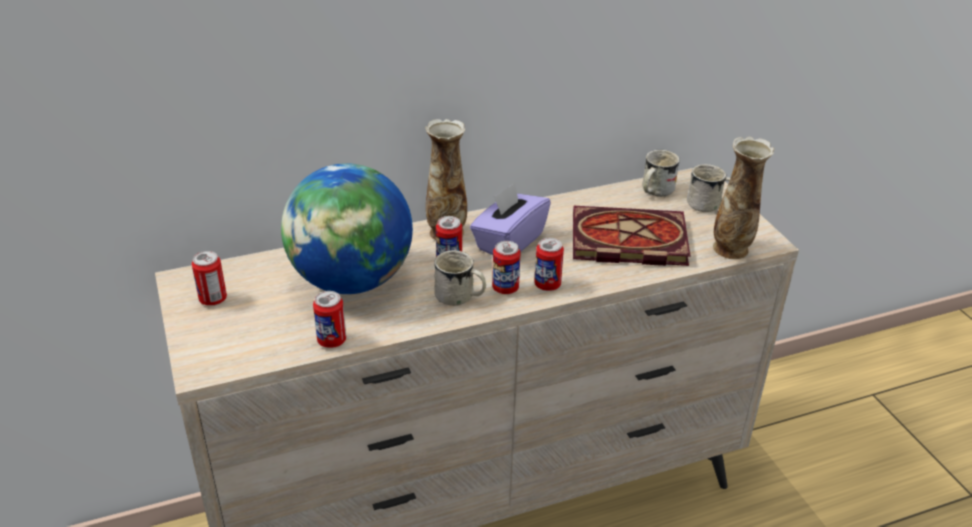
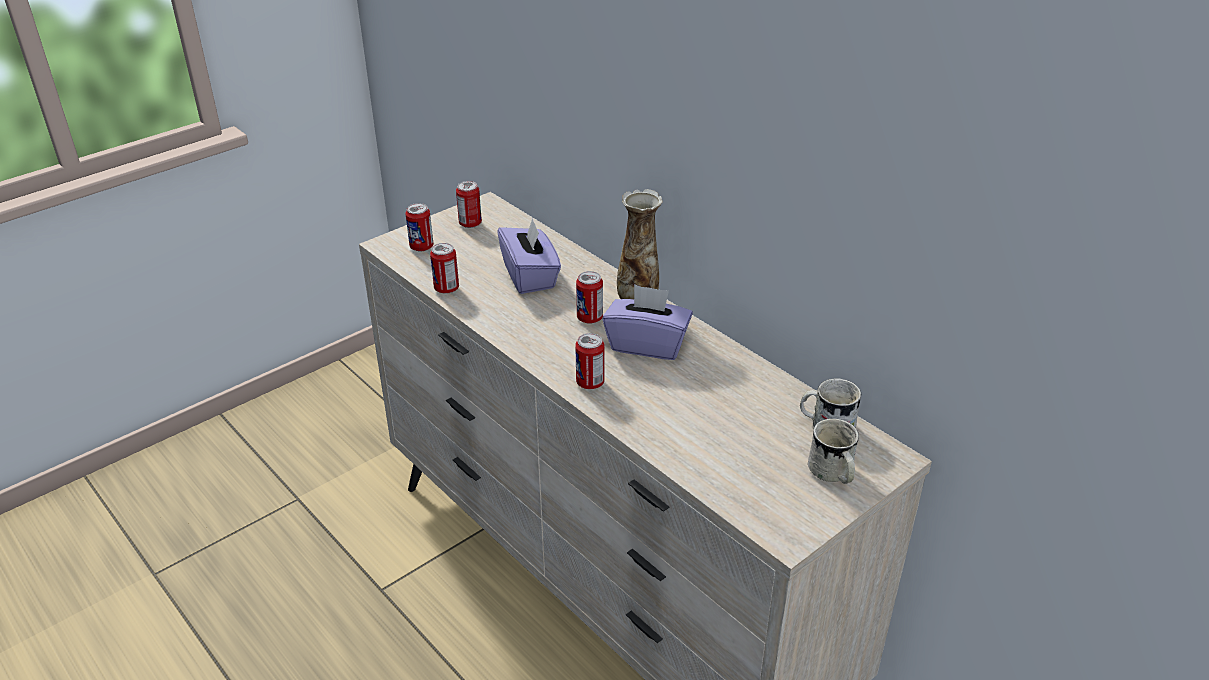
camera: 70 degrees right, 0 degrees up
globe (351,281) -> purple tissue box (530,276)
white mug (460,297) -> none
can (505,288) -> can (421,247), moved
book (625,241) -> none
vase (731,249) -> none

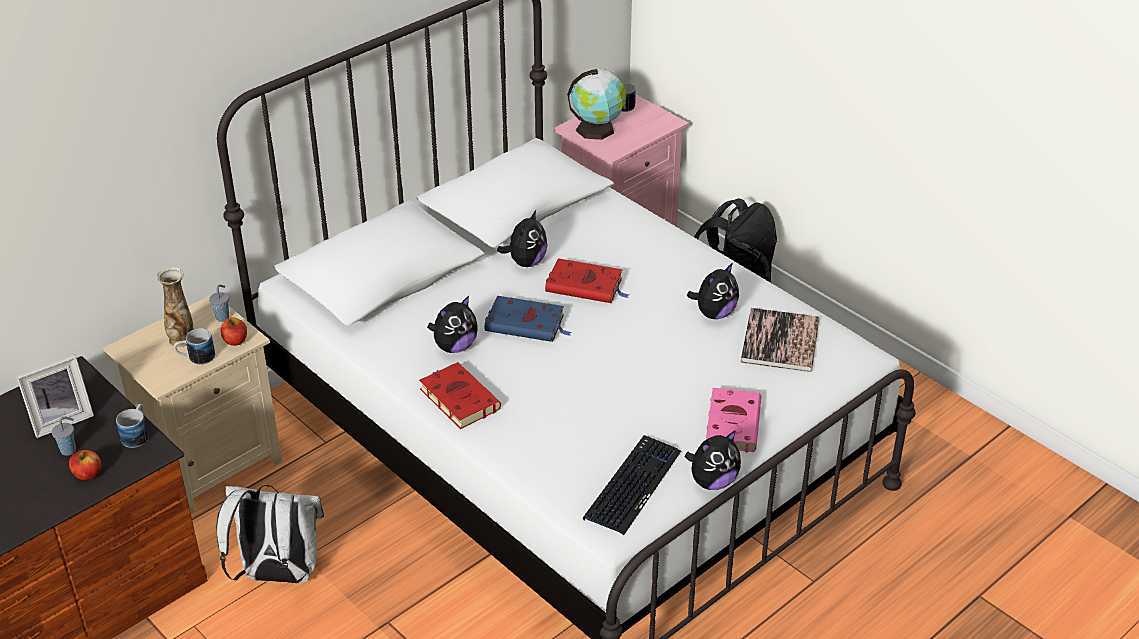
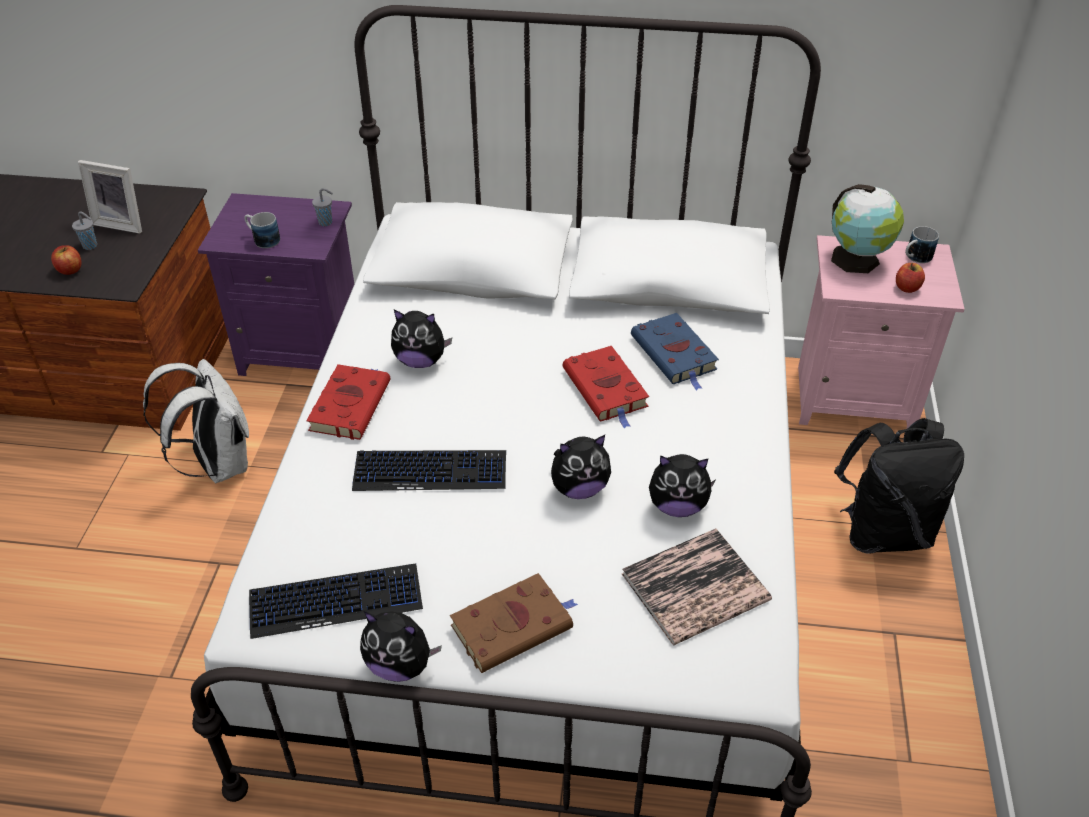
camera: 50 degrees right, 5 degrees up
beige nightstand (210,465) -> purple nightstand (303,351)
mug (137,434) -> none
vase (182,339) -> none
apple (235,341) -> apple (907,288), moved
blue book (527,324) -> blue book (675,355), moved
plush toy (526,262) -> plush toy (579,488), moved
pink book (732,422) -> brown book (514,625)
none -> keyboard (430,472)

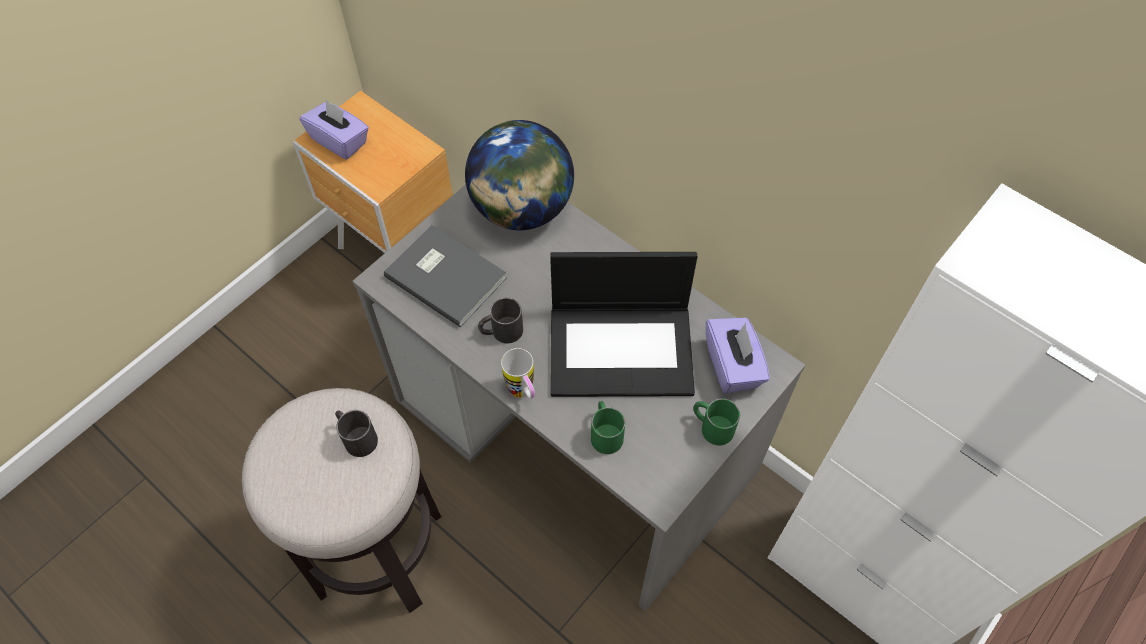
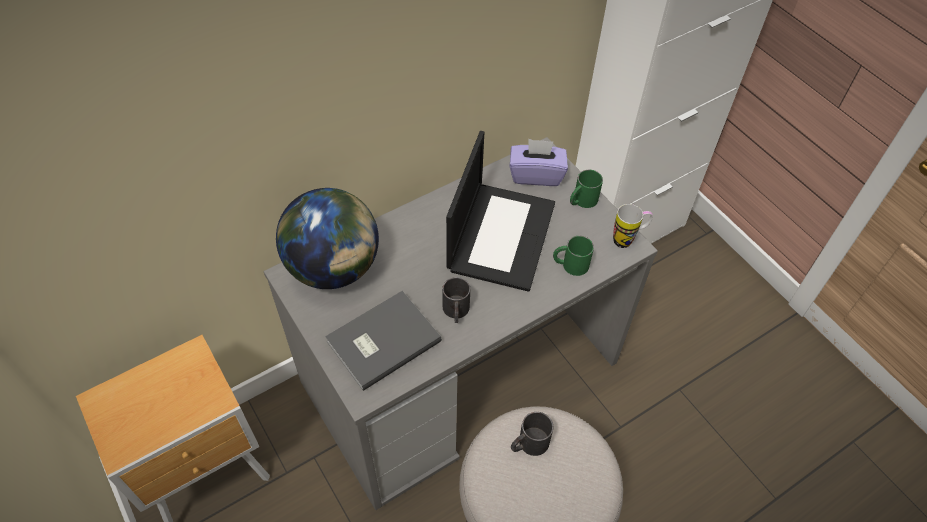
camera: 75 degrees left, 5 degrees down
purple tissue box (340,141) -> none
mug (523,394) -> mug (628,240), moved

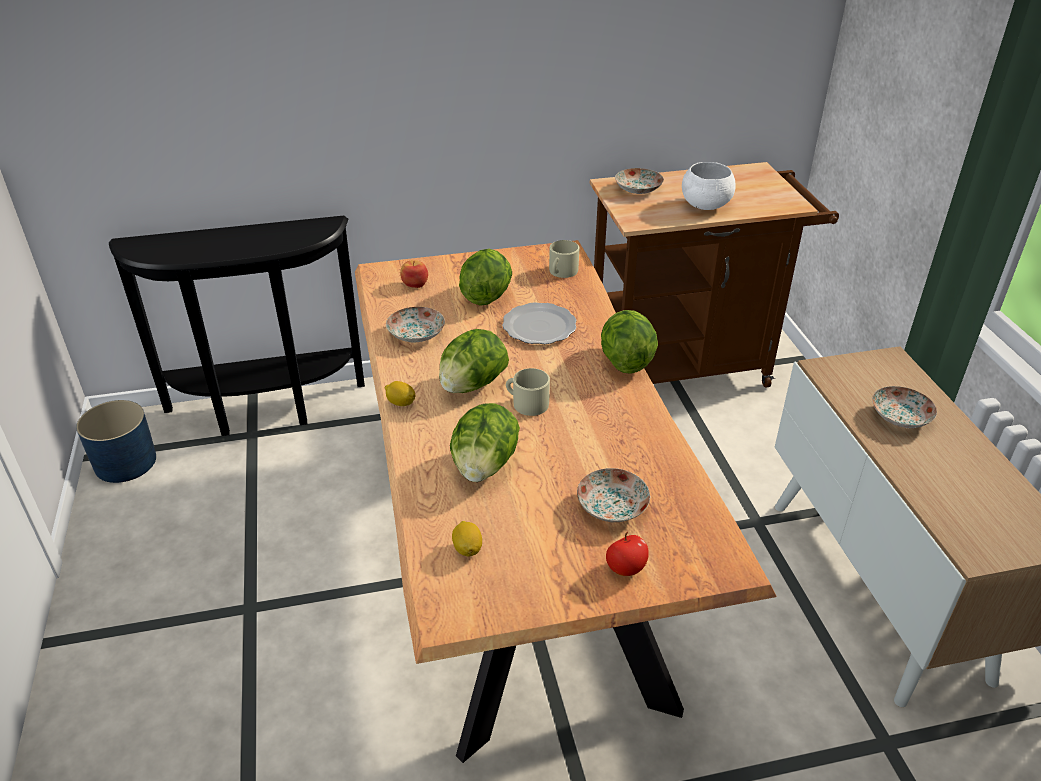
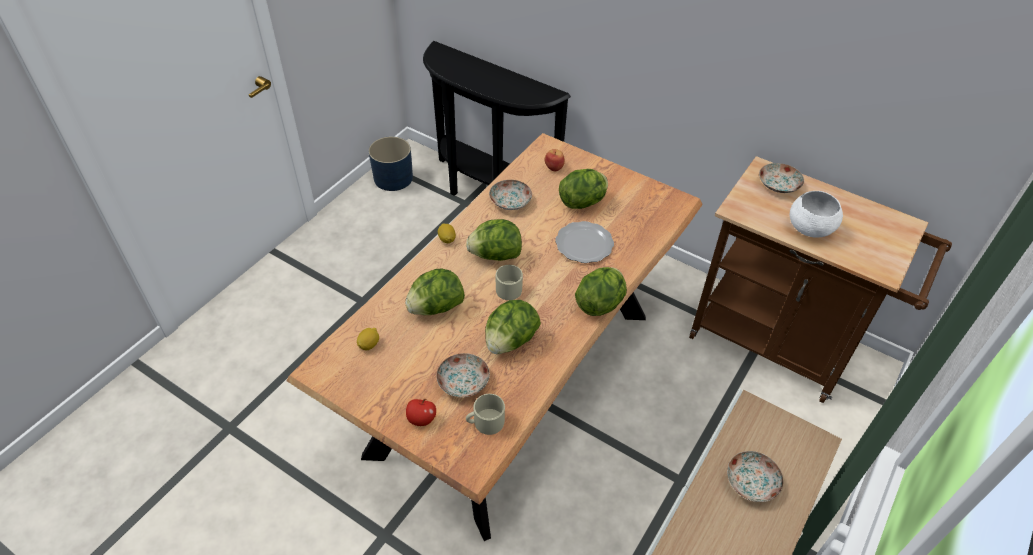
camera: 45 degrees right, 10 degrees up
beige mug (561,272) -> beige mug (485,422), moved
none -> lettuce (510,341)

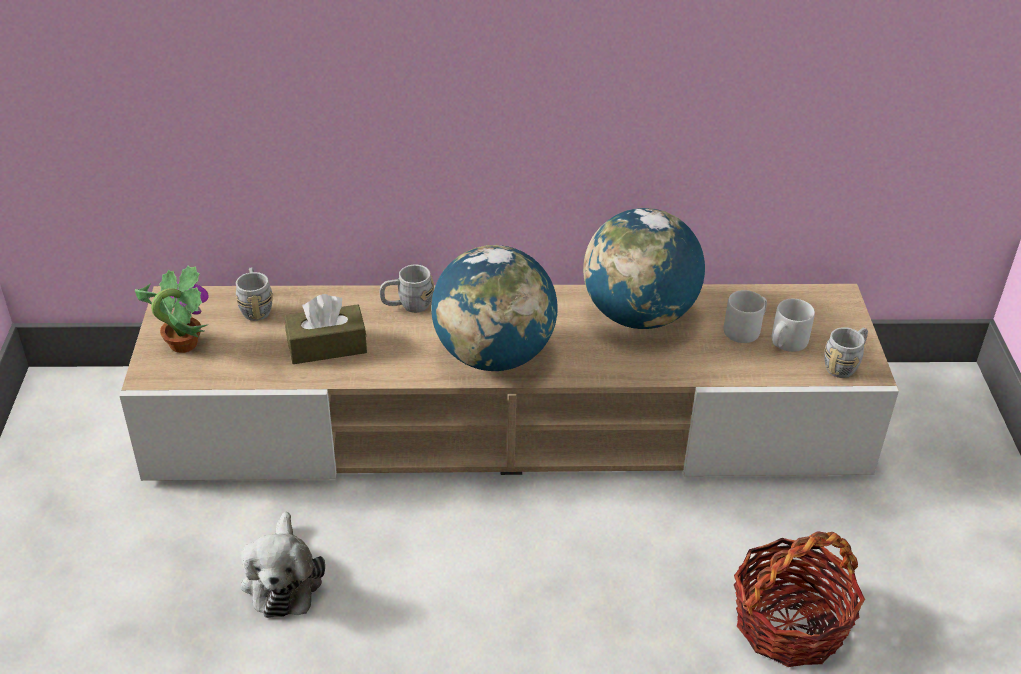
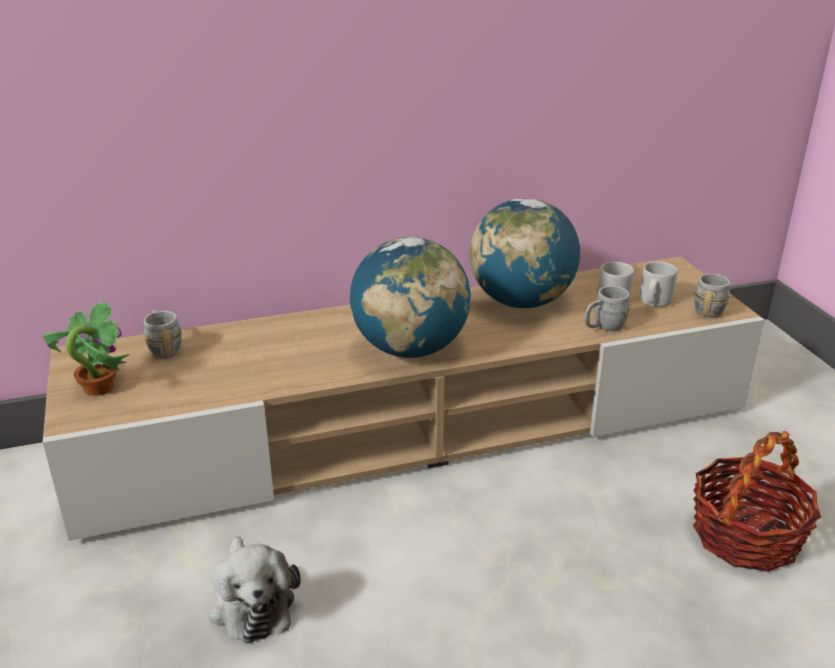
camera: 15 degrees left, 10 degrees down
brown tissue box (327,346) -> none
grey mug (407,305) -> grey mug (603,327), moved

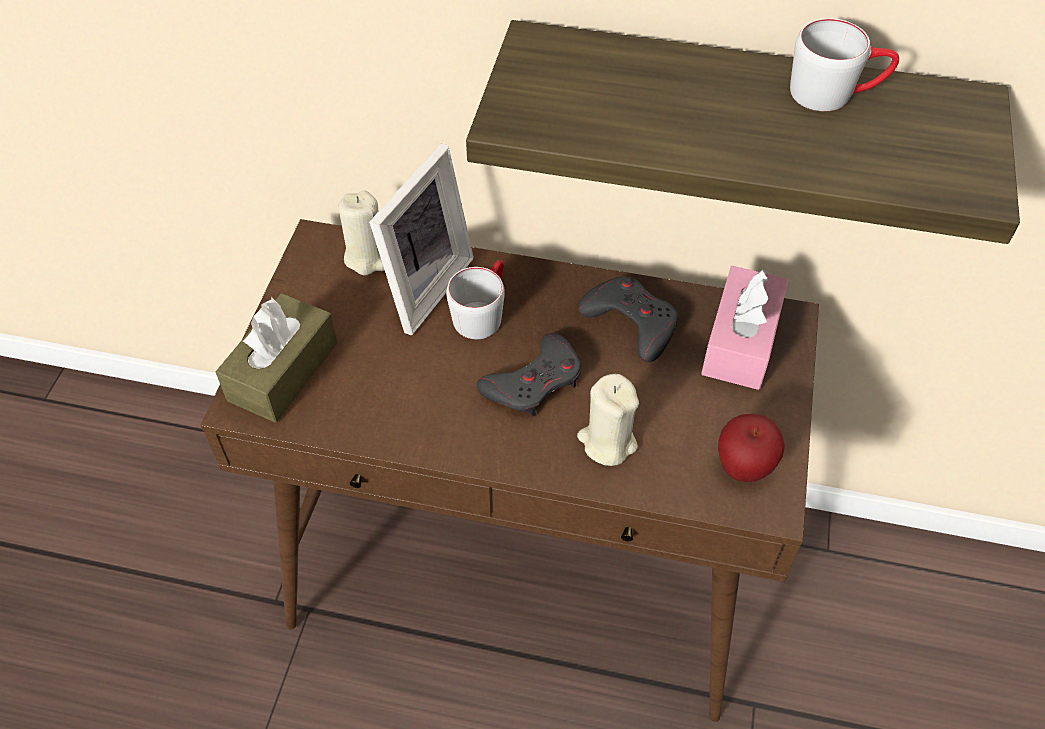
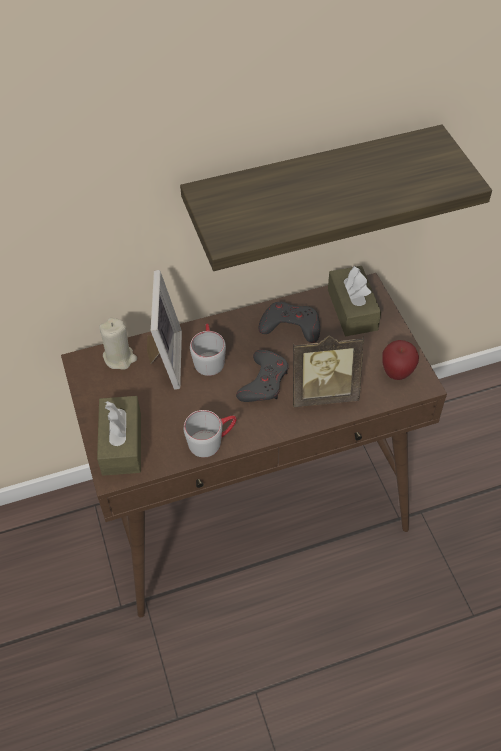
camera: 30 degrees left, 0 degrees up
beige candle (607,442) -> picture frame (323,393)
pink tissue box (741,341) -> brown tissue box (352,310)
grey mug (835,93) -> grey mug (212,440), moved

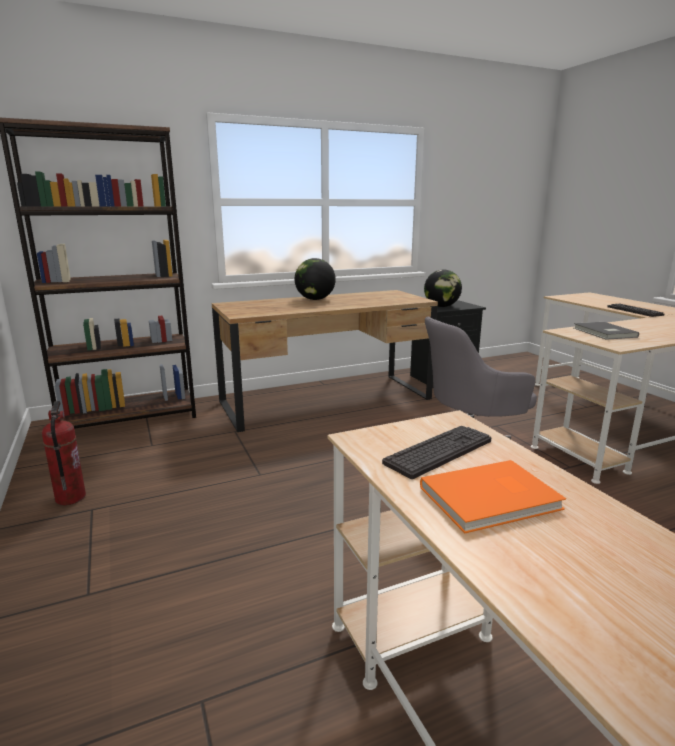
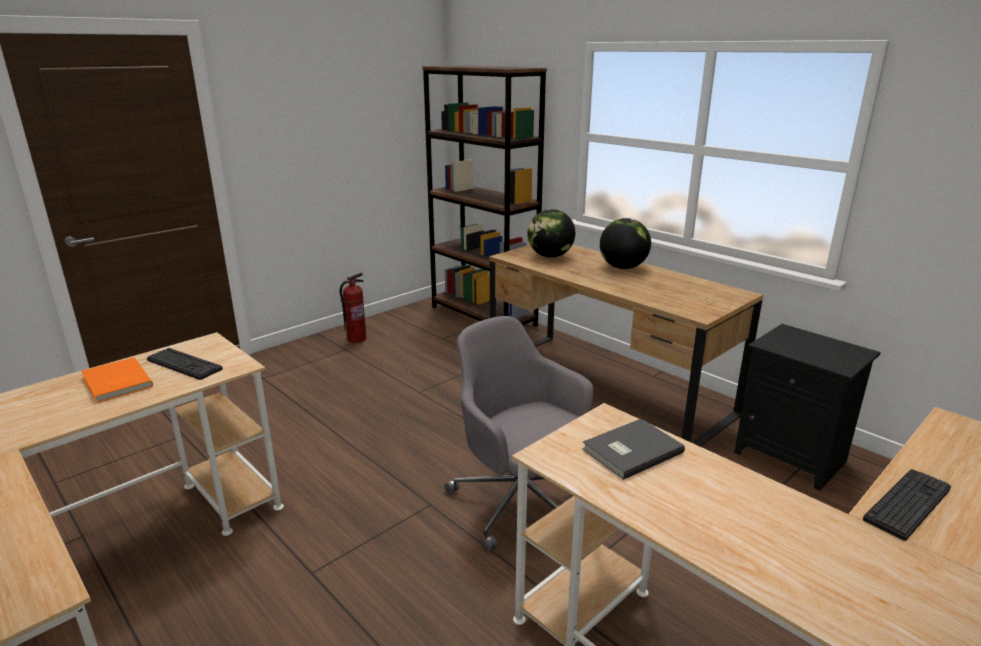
camera: 70 degrees right, 5 degrees up
globe (441,306) -> globe (550,256), moved

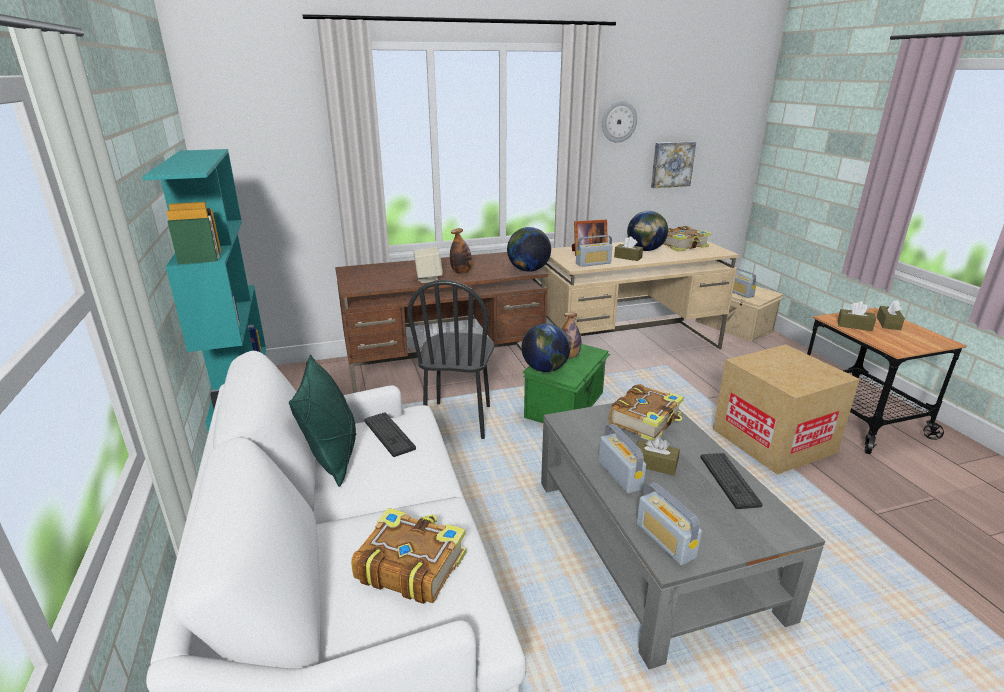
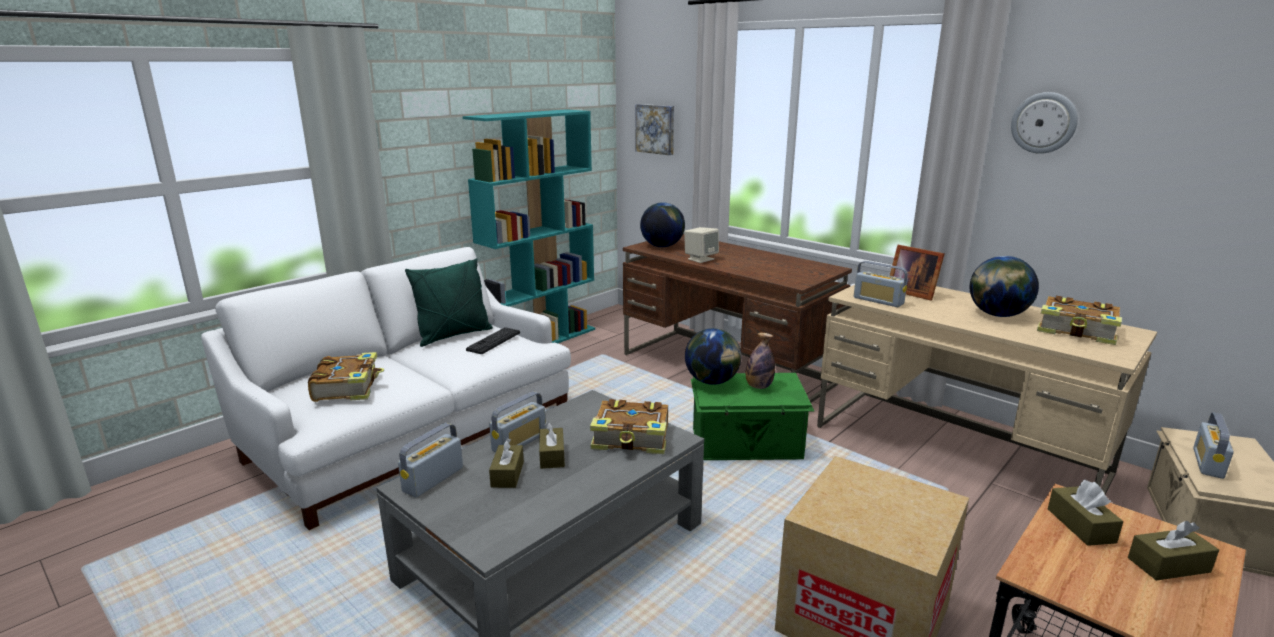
camera: 60 degrees right, 5 degrees down
black chair (458,421) -> none
bottle (461,272) -> none
globe (528,270) -> globe (662,246), moved
brown tissue box (628,257) -> brown tissue box (507,474), moved
picture (671,164) -> picture (656,129), moved
keyboard (729,480) -> none

